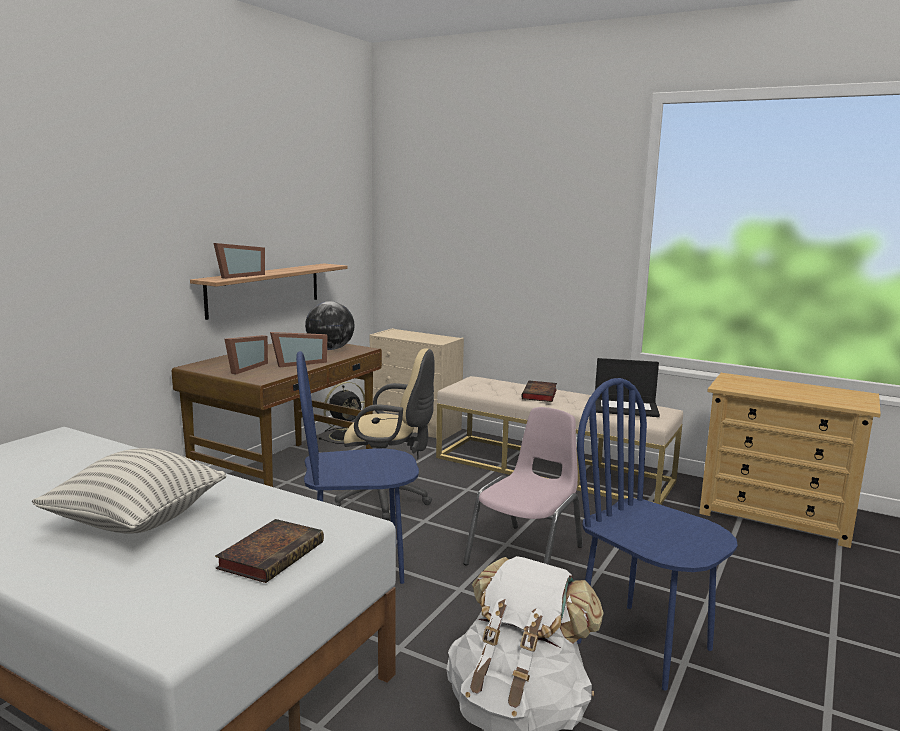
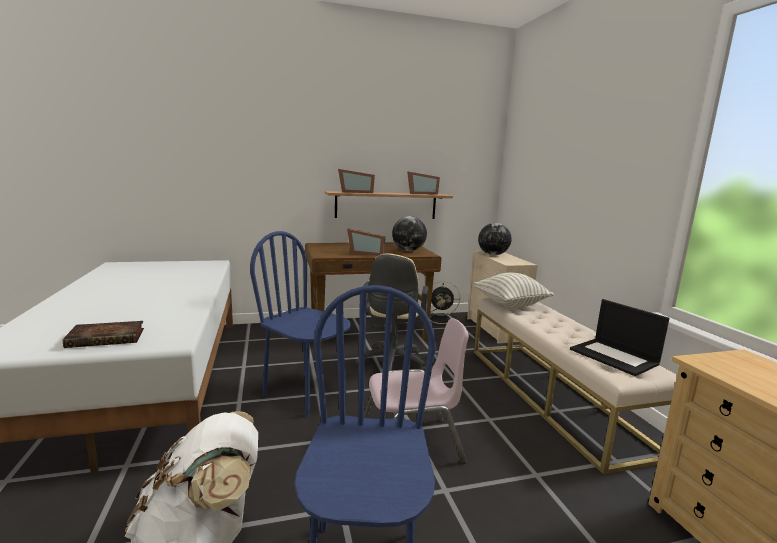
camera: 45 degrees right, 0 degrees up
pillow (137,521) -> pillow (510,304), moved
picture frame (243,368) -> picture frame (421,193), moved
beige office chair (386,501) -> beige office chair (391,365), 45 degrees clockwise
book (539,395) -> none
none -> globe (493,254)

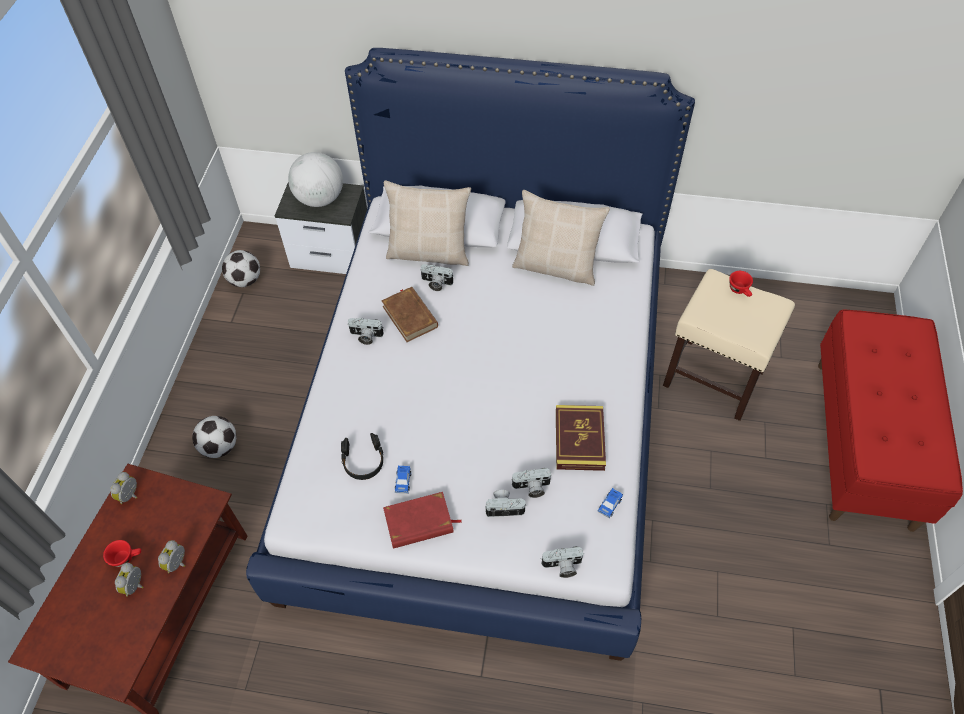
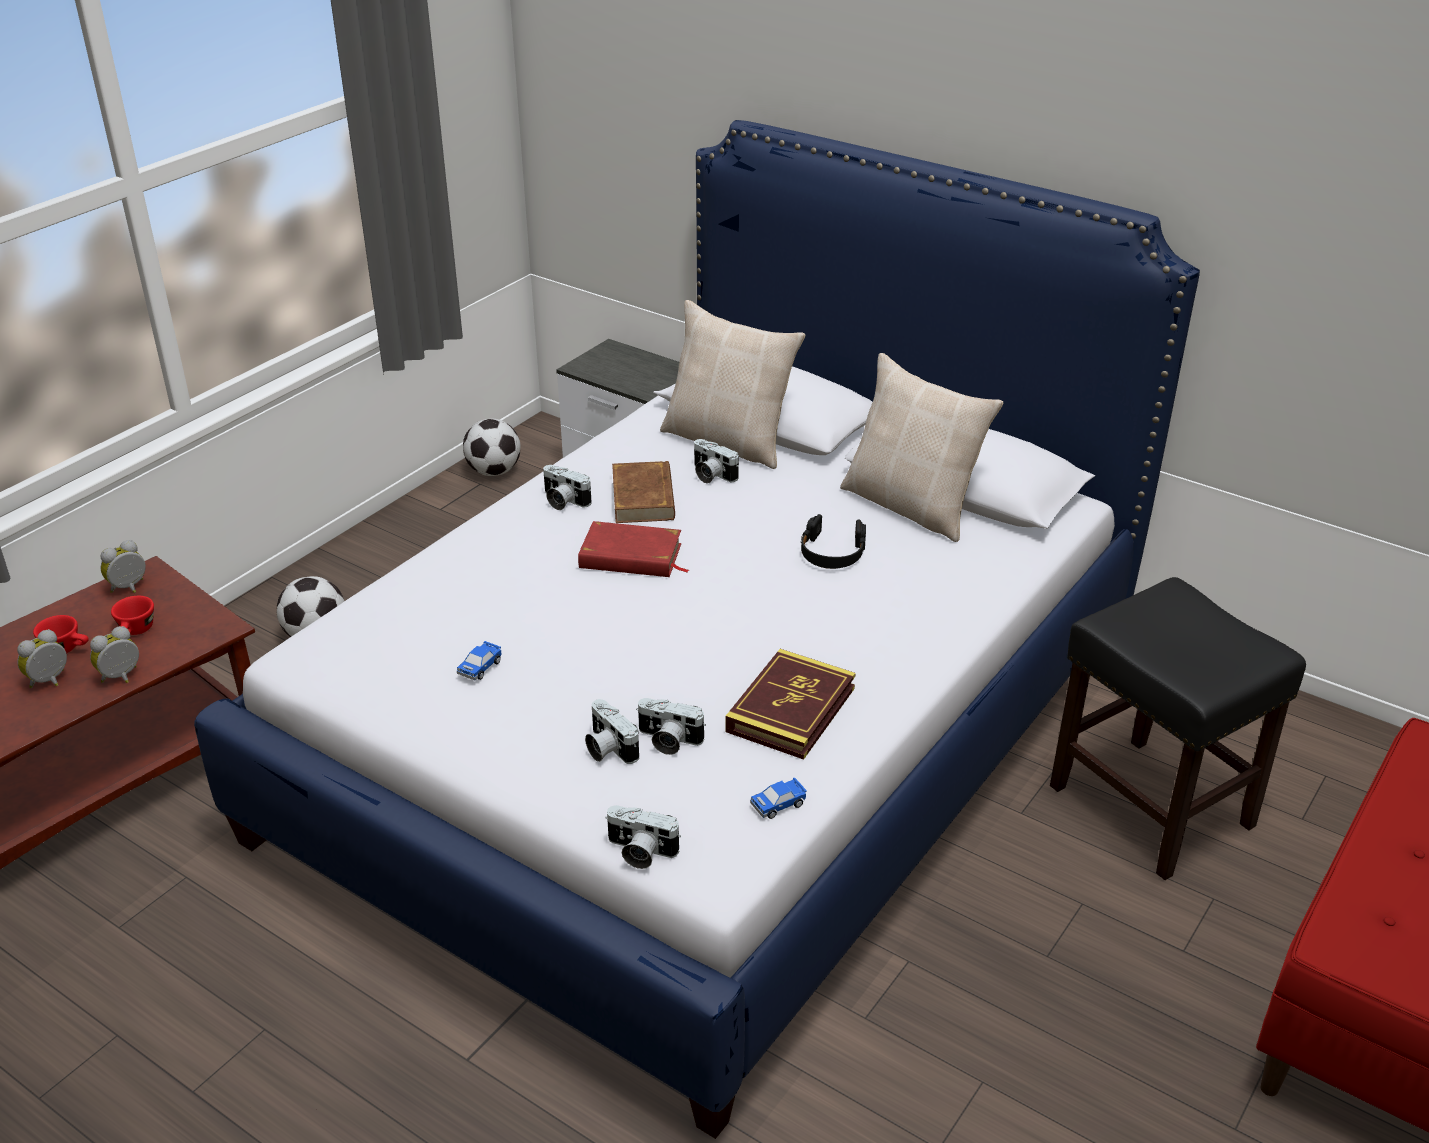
camera: 25 degrees right, 20 degrees down
globe (320,199) -> none
black headphones (363,460) -> black headphones (832,552), moved
red book (419,523) -> red book (631,557), moved
photo camera (505,507) -> photo camera (607,748), 150 degrees counterclockwise
beige stool (712,378) -> black stool (1148,805)
red cup (740,290) -> red cup (136,631), moved

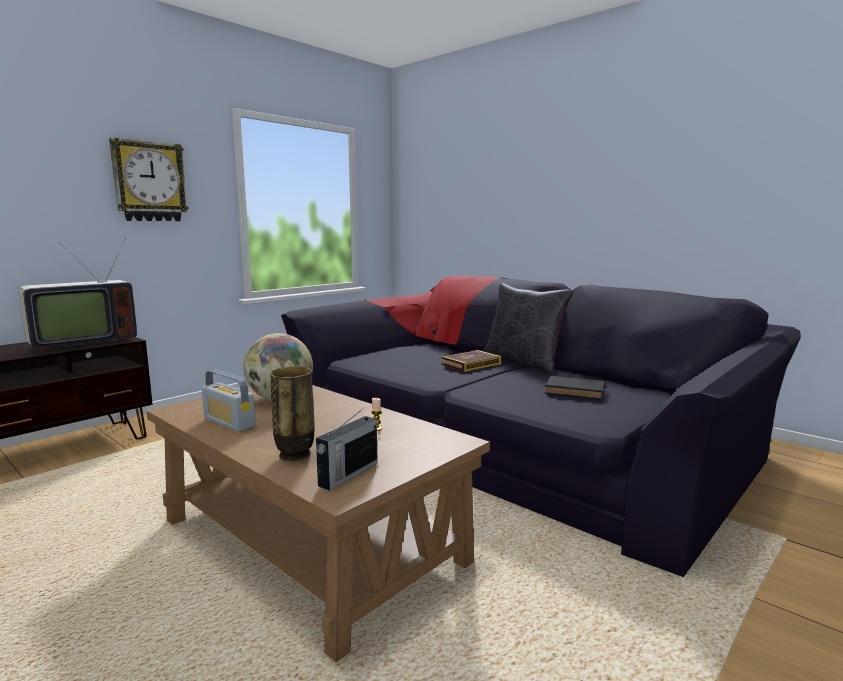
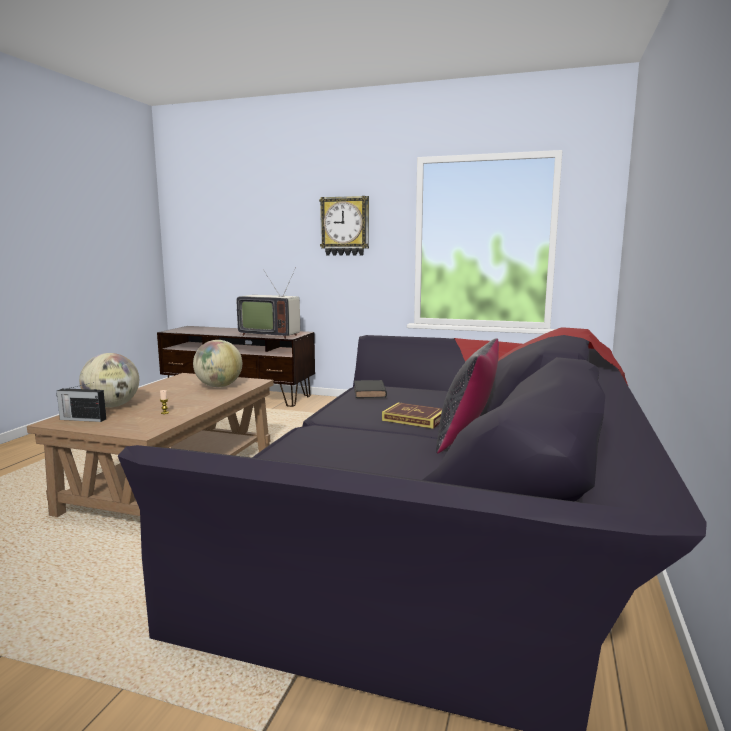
camera: 65 degrees right, 0 degrees up
radio (229,422) -> none
vase (295,455) -> globe (112,406)
black book (576,391) -> black book (369,392), moved

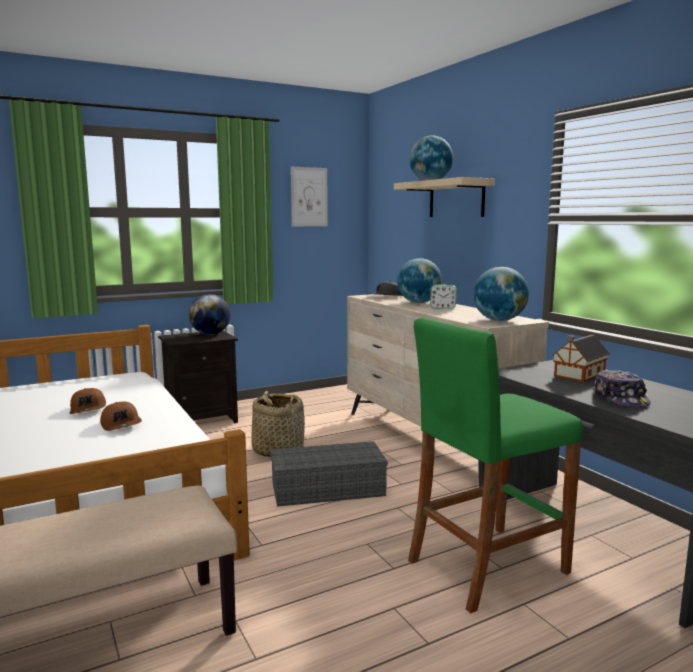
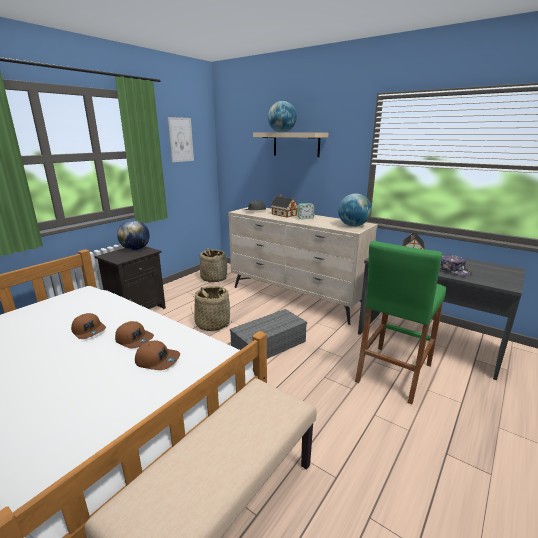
camera: 25 degrees left, 10 degrees up
globe (419,302) -> toy house (283,214)
none -> brown cap (158,360)
none -> basket (214,278)

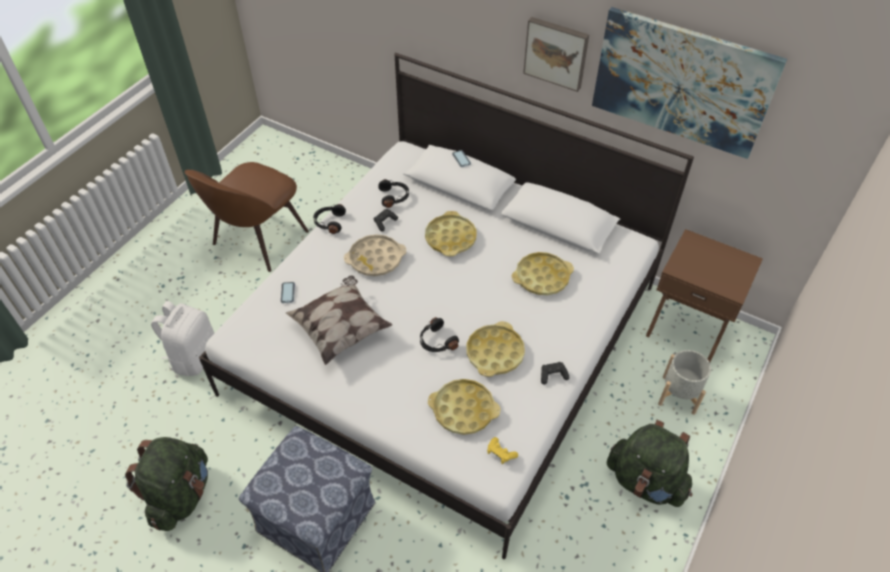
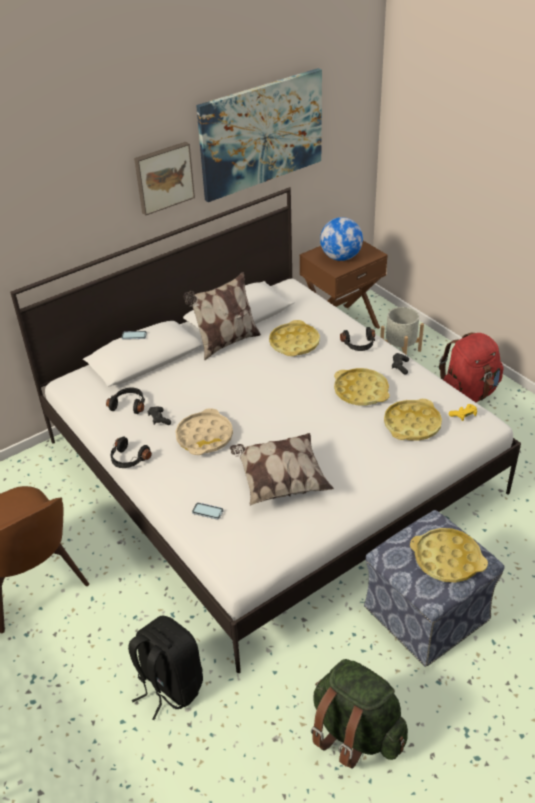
camera: 65 degrees left, 10 degrees down
white backpack (193,356) -> black backpack (169,686)
black headphones (436,342) -> black headphones (359,345), moved
yellow tray (450,238) -> yellow tray (447,559), moved
green backpack (645,481) -> red backpack (468,394)
none -> pillow (225,343)
none -> globe (341,257)

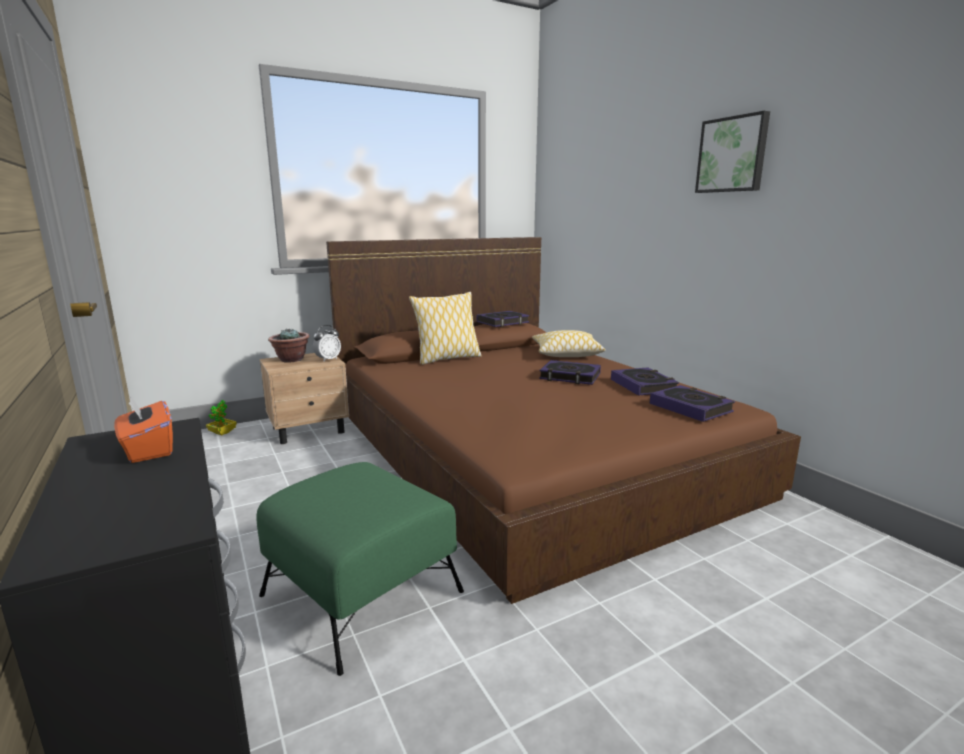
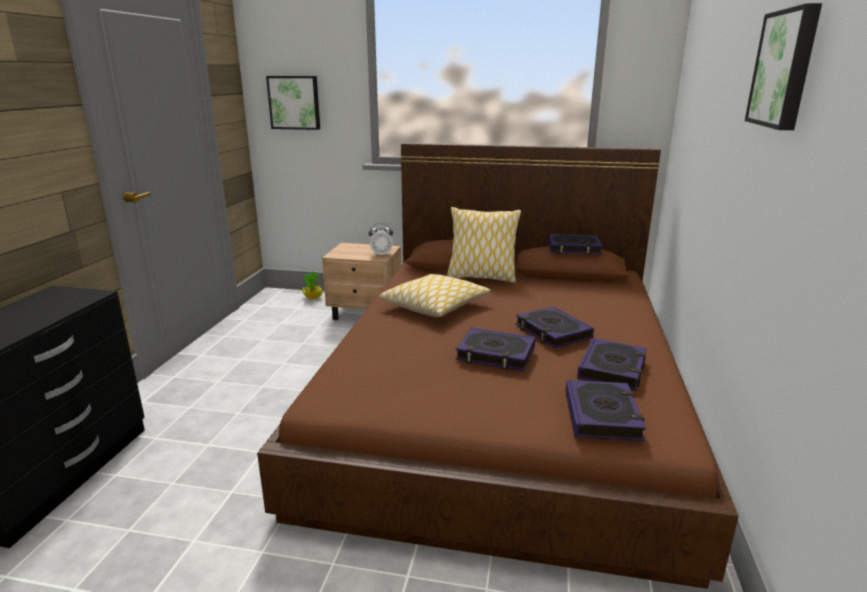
camera: 40 degrees right, 5 degrees up
orange tissue box (148,450) -> none
green ottoman (361,592) -> none
potted plant (291,360) -> none
pillow (566,354) -> pillow (434,306), moved
none -> picture (294,102)
none -> book (495,354)

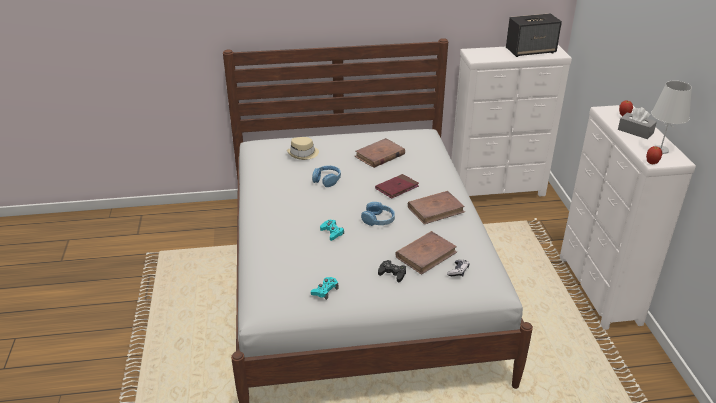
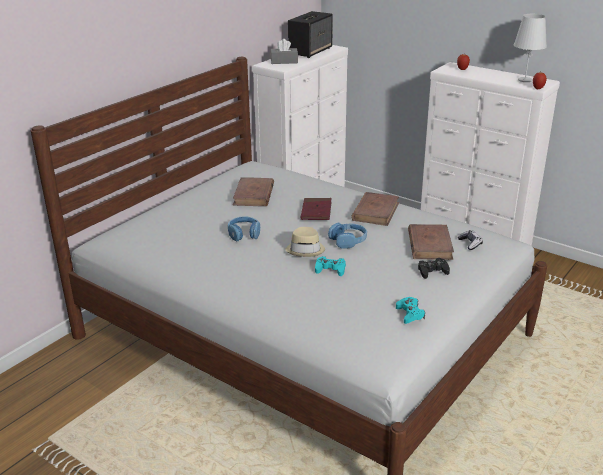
camera: 45 degrees left, 5 degrees down
beige hat (303,154) -> beige hat (305,249), moved
grey tissue box (635,131) -> grey tissue box (284,61), moved

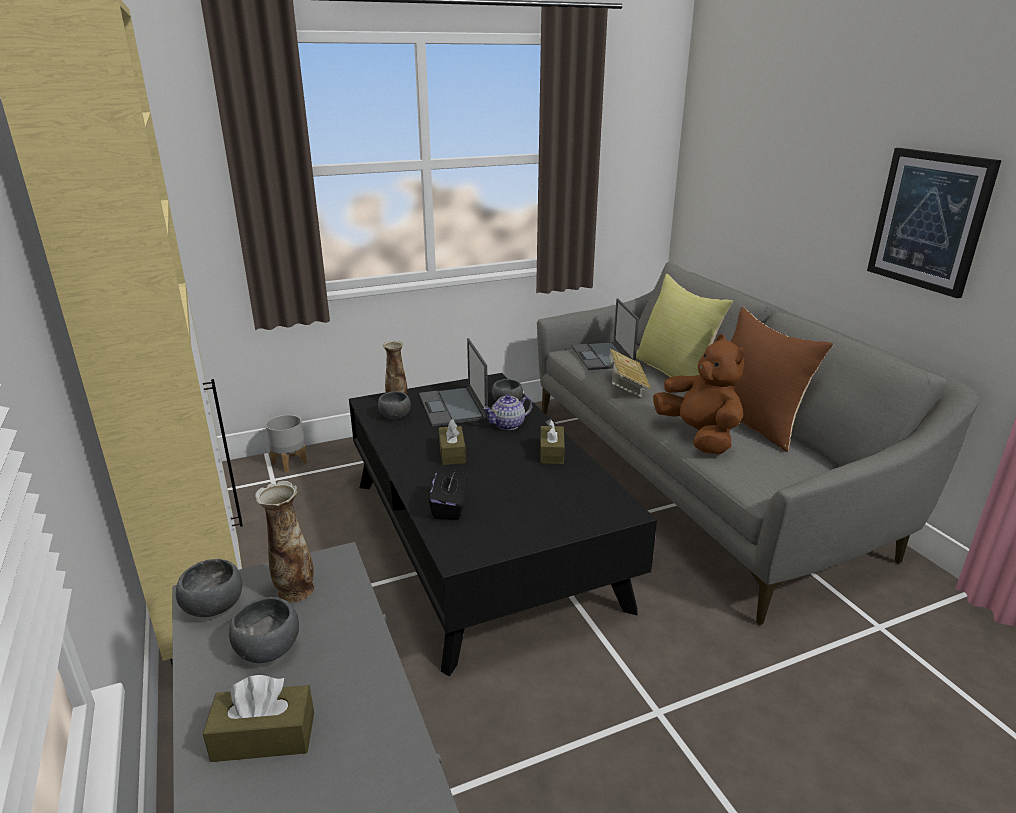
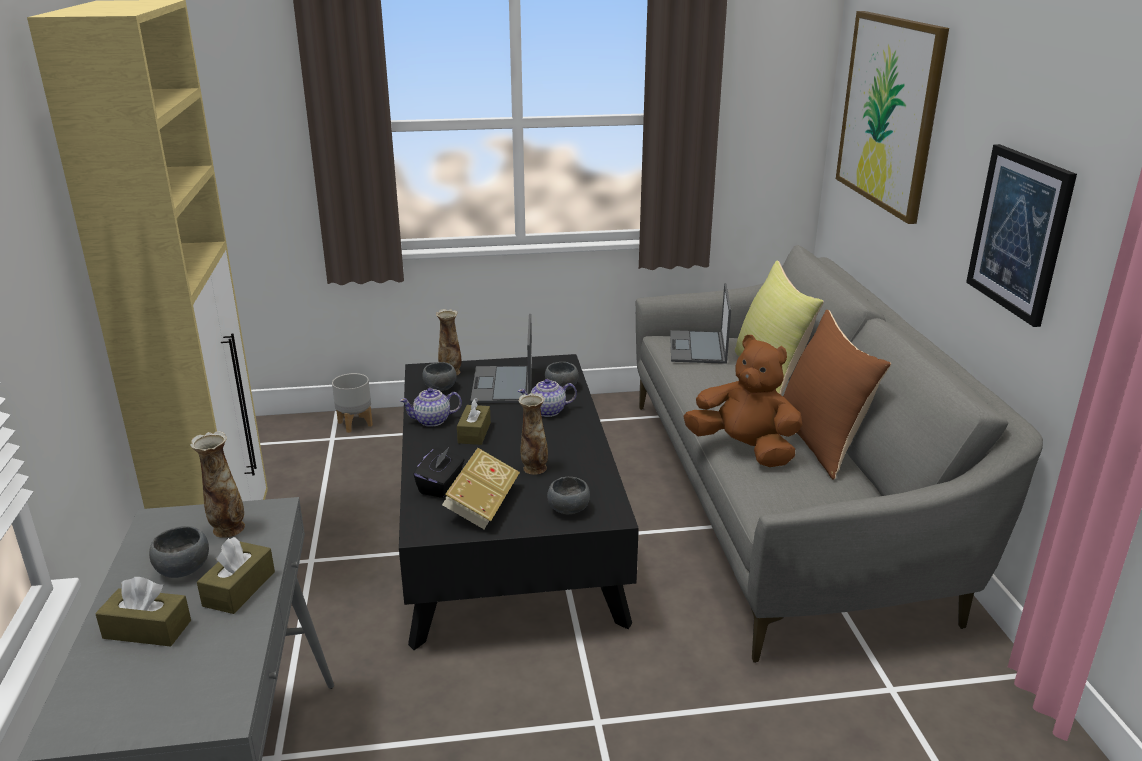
camera: 15 degrees right, 0 degrees up
grey bowl (215,607) -> grey bowl (569,510), moved
brown tissue box (551,452) -> brown tissue box (239,589), moved
book (625,386) -> book (482,506), moved
brown plush toy (699,436) -> brown plush toy (744,449), 45 degrees counterclockwise
none -> teapot (432,420)
none -> vase (534,468)
none -> picture (889,112)

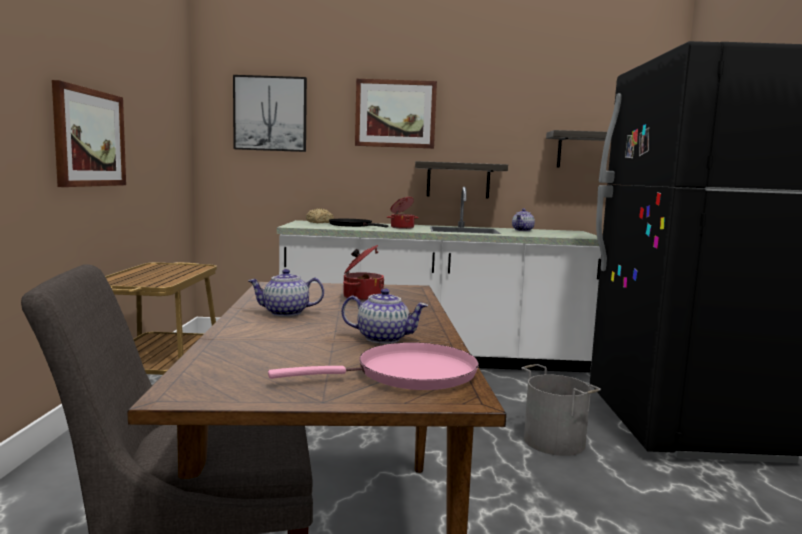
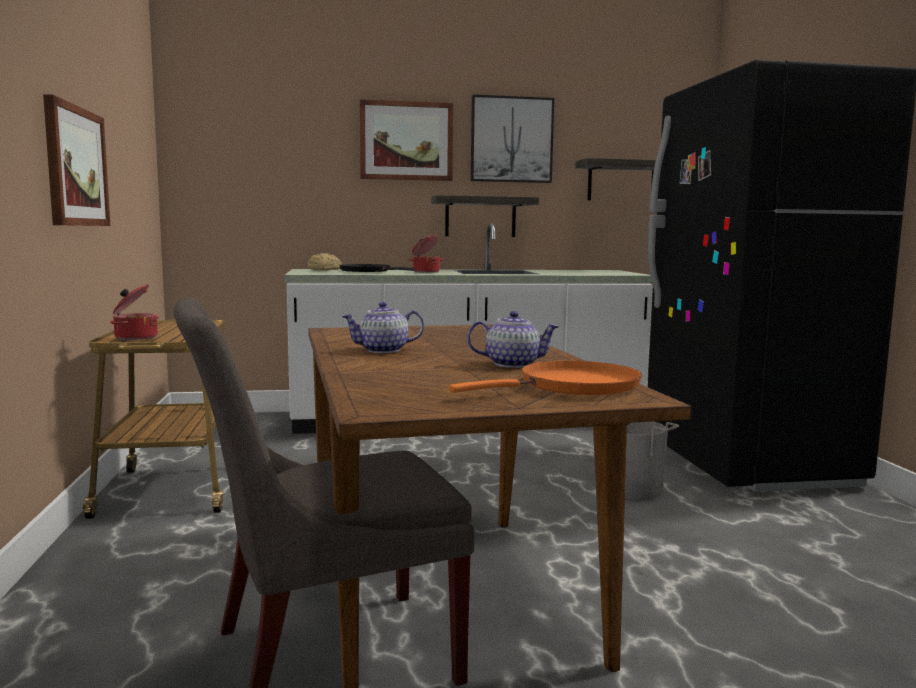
camera: 10 degrees left, 0 degrees up
picture (270,114) -> picture (511,140), moved
pink frying pan (409,374) -> orange frying pan (572,386)
cooking pot (362,297) -> cooking pot (135,337), moved
teapot (523,230) -> none

